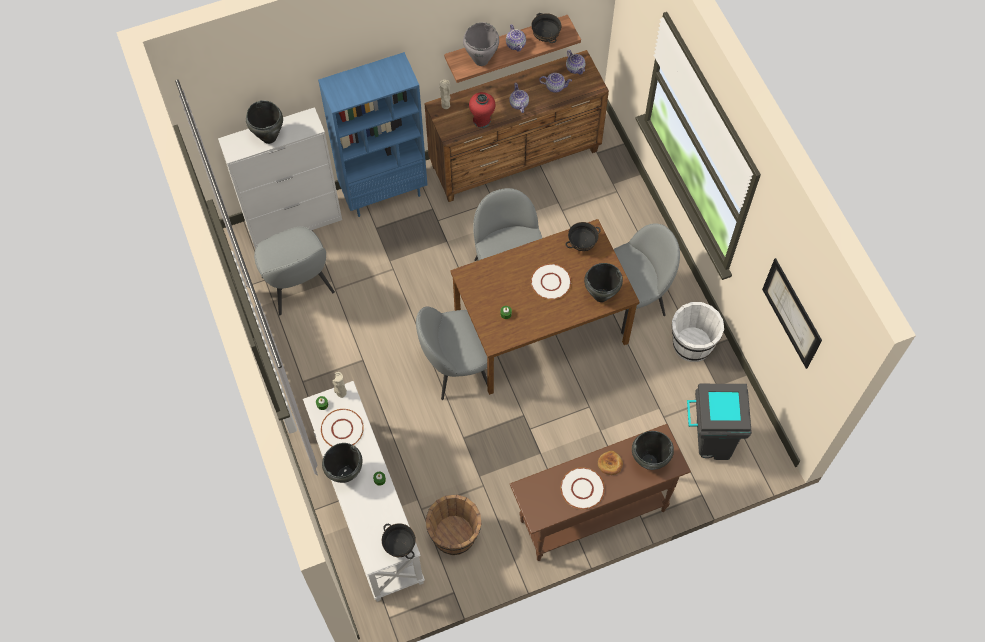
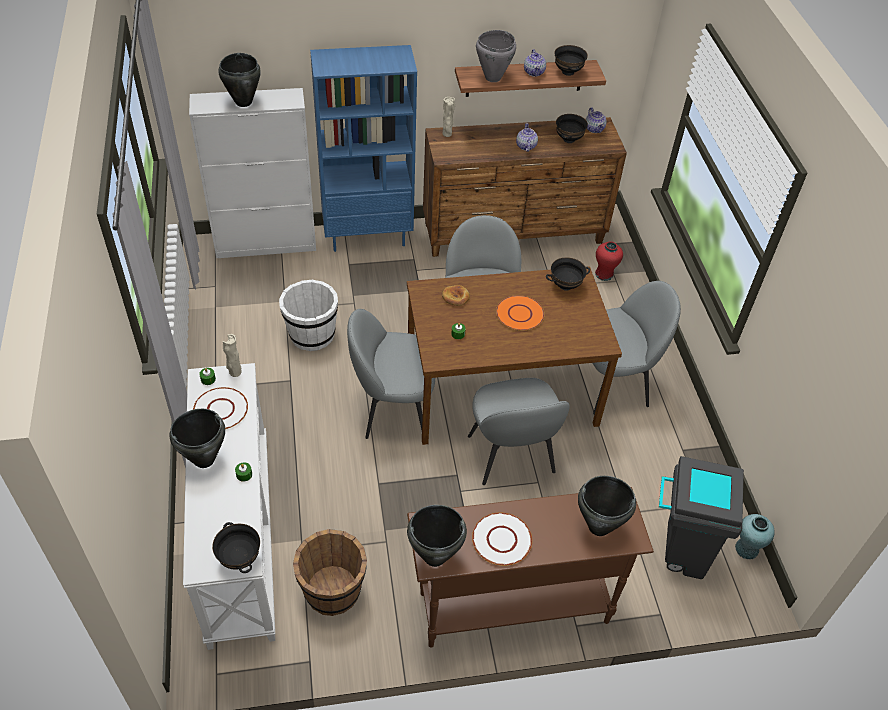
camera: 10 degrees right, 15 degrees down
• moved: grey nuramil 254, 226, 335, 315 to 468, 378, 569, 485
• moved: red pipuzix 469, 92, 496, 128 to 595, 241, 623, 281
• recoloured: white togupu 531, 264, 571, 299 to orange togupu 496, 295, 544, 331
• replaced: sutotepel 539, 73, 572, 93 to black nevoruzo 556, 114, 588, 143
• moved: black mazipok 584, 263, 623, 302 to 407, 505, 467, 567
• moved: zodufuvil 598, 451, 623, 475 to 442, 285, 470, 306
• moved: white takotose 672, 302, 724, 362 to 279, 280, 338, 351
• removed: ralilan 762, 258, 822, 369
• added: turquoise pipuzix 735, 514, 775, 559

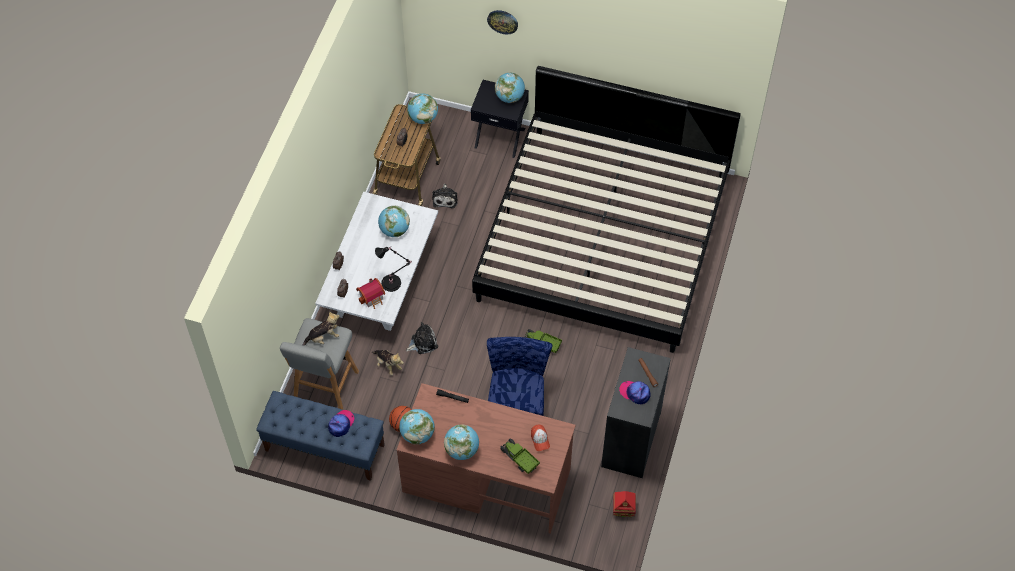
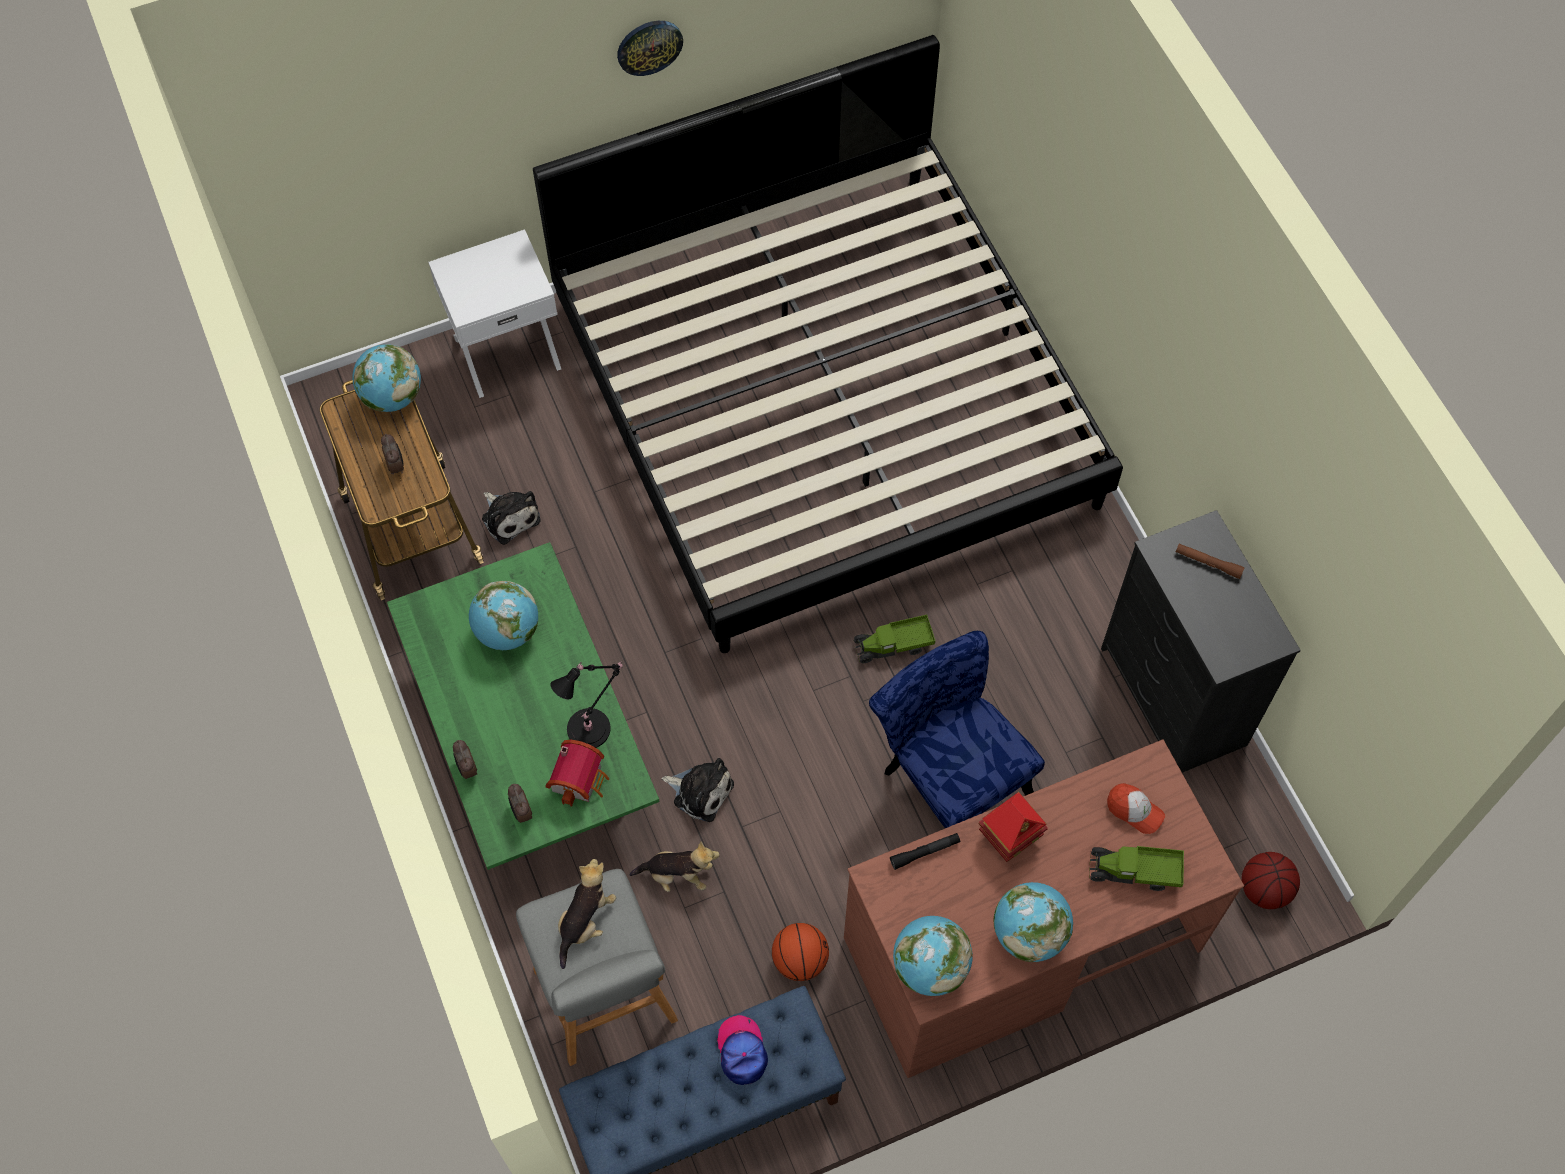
camera: 40 degrees left, 5 degrees up
• recoloured: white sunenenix 315, 192, 438, 331 to green sunenenix 387, 542, 660, 870
• turned: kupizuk 406, 322, 438, 354 = 661, 758, 734, 822 90 degrees clockwise
• recoloured: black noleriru 471, 80, 529, 158 to white noleriru 428, 229, 561, 398
• moved: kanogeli 487, 10, 518, 34 to 617, 21, 683, 76
• removed: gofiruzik 495, 73, 525, 103
• moved: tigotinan 613, 491, 636, 517 to 979, 792, 1048, 862
• removed: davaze 619, 381, 651, 405
• added: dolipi 1241, 852, 1300, 909

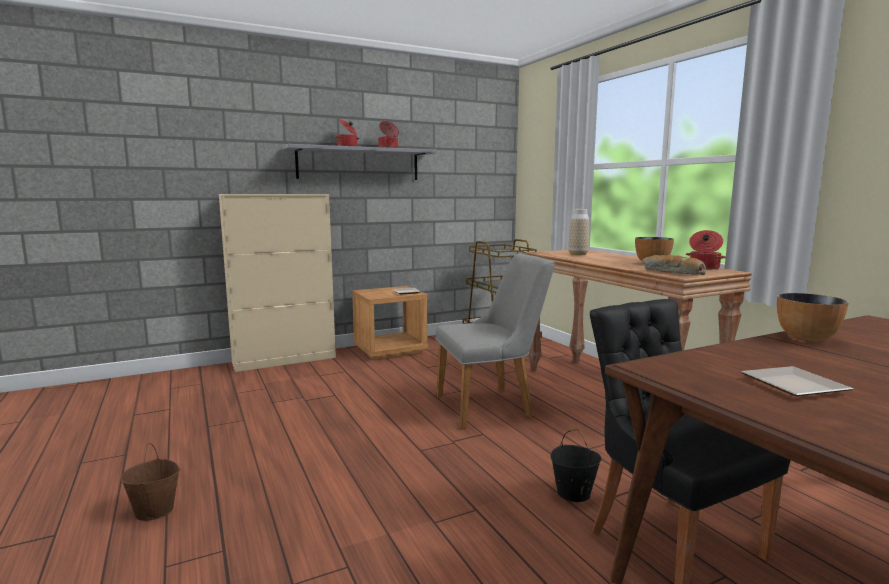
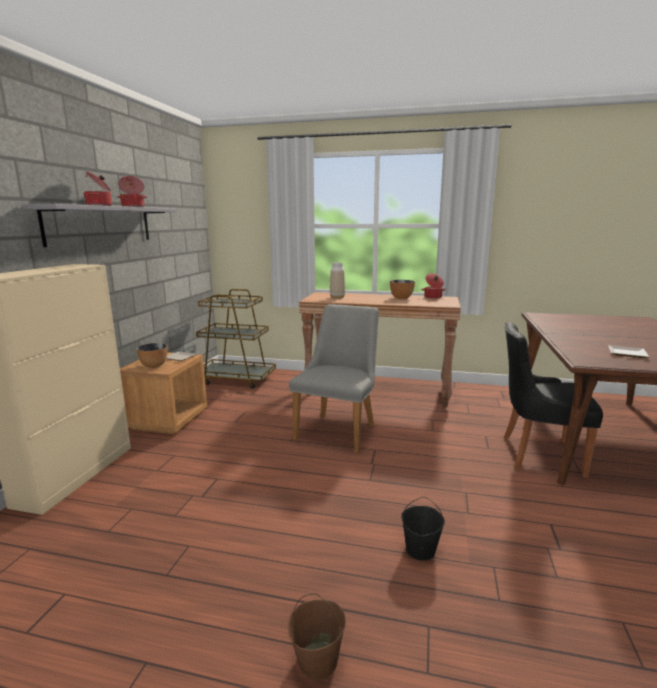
camera: 50 degrees left, 5 degrees up
• moved: black takotose 550, 429, 601, 502 to 401, 497, 445, 561
• removed: zodufuvil 642, 255, 706, 275
• moved: nevoruzo 777, 293, 849, 341 to 136, 343, 168, 368

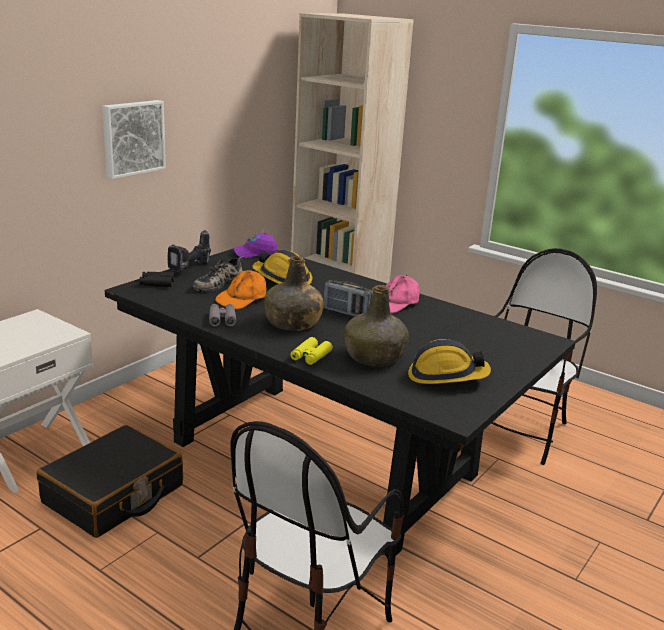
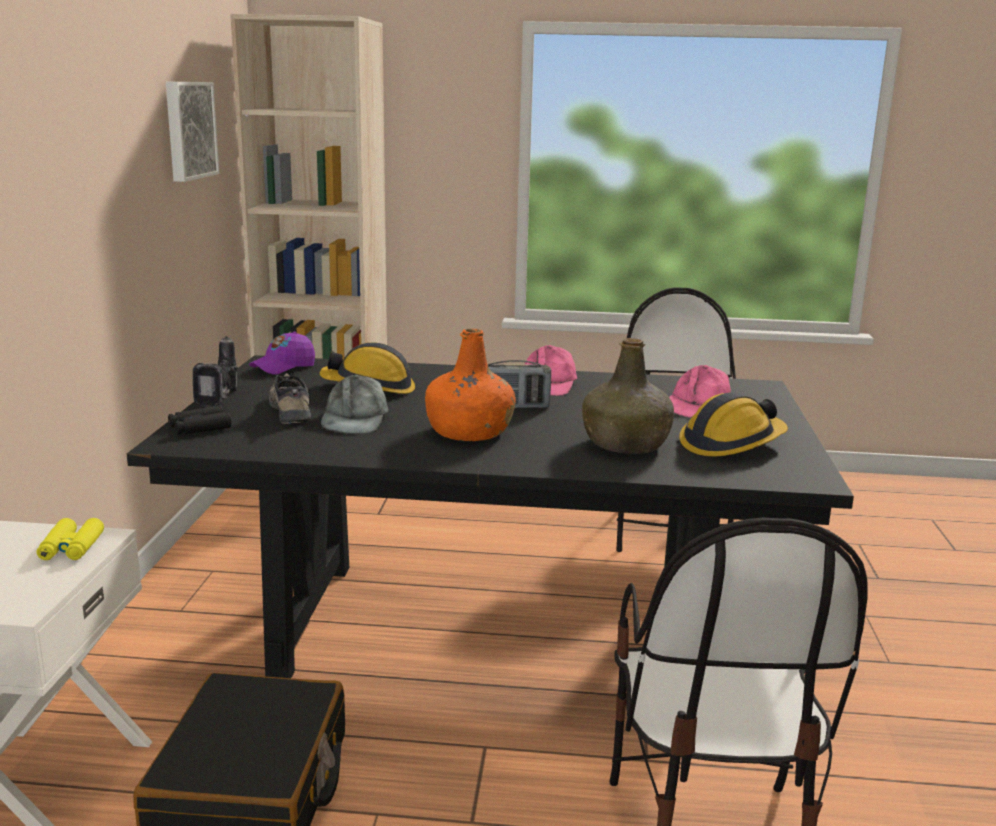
camera: 30 degrees left, 5 degrees down
• moved: ralilan 102, 100, 166, 179 to 166, 81, 220, 182
• turned: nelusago 193, 256, 245, 292 = 269, 373, 311, 424 150 degrees clockwise
• removed: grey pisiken 209, 304, 236, 327
• recoloured: orange davaze 215, 270, 267, 309 to grey davaze 321, 375, 389, 434
• recoloured: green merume 264, 256, 324, 331 to orange merume 425, 329, 516, 441
• moved: yellow pisiken 290, 337, 333, 365 to 36, 518, 104, 560
• added: pink davaze 669, 365, 731, 418

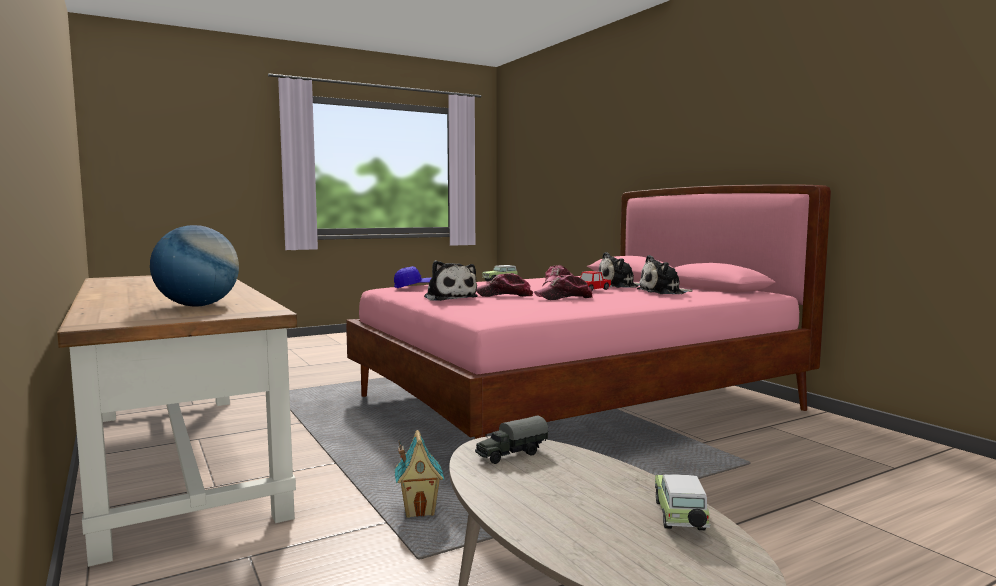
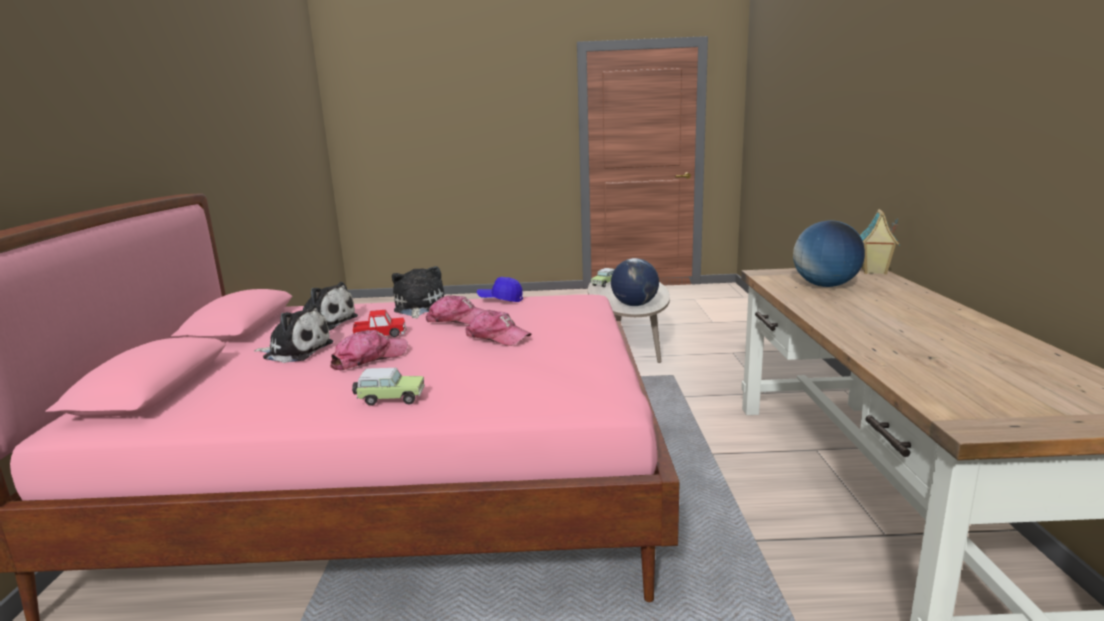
camera: 150 degrees left, 10 degrees up
• moved: blue davaze 394, 266, 432, 288 to 477, 277, 523, 302
• moved: tigotinan 395, 430, 444, 518 to 860, 209, 900, 275
• moved: kupizuk 424, 261, 478, 301 to 392, 266, 444, 319
• replaced: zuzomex 475, 415, 549, 464 to gofiruzik 611, 258, 659, 306

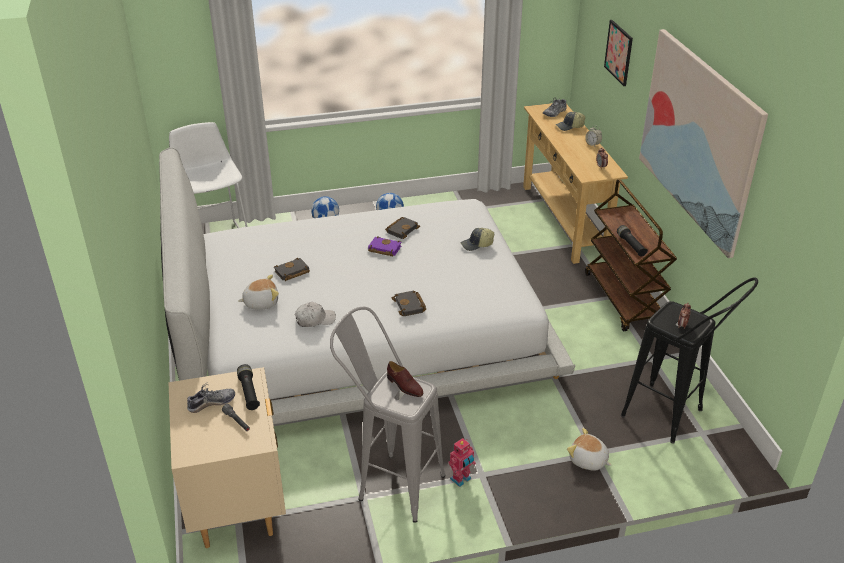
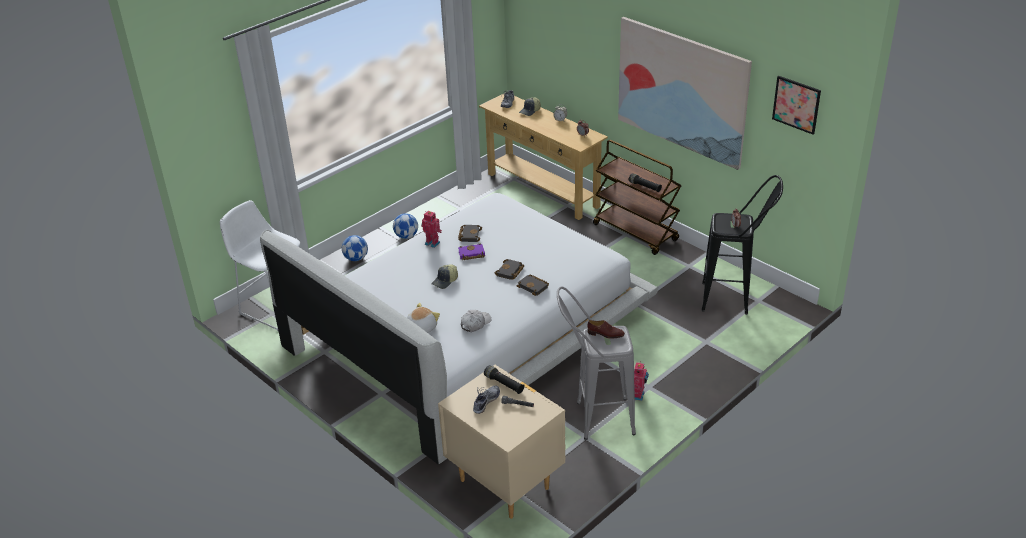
camera: 30 degrees left, 0 degrees up
• moved: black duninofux 274, 258, 310, 281 to 495, 259, 524, 280
• moved: davaze 460, 228, 494, 251 to 431, 264, 458, 289
• removed: kupizuk 567, 428, 611, 471
• moved: ralilan 604, 20, 633, 86 to 772, 76, 821, 135
• added: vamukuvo 421, 211, 442, 248

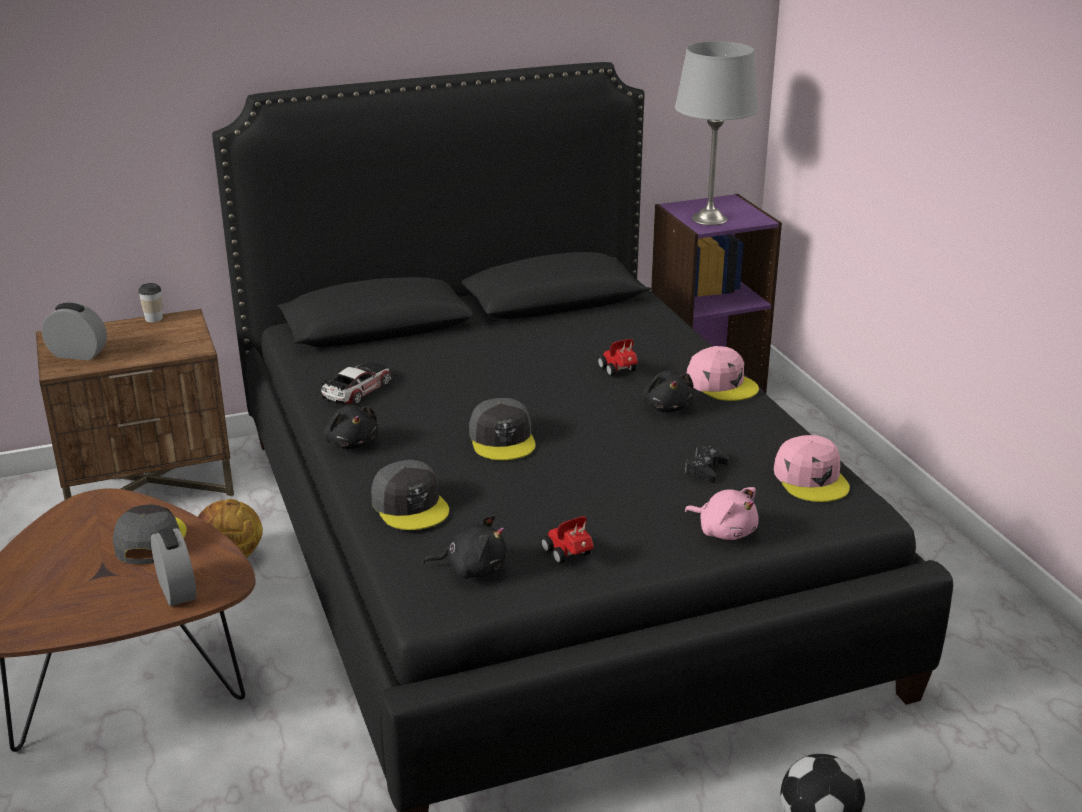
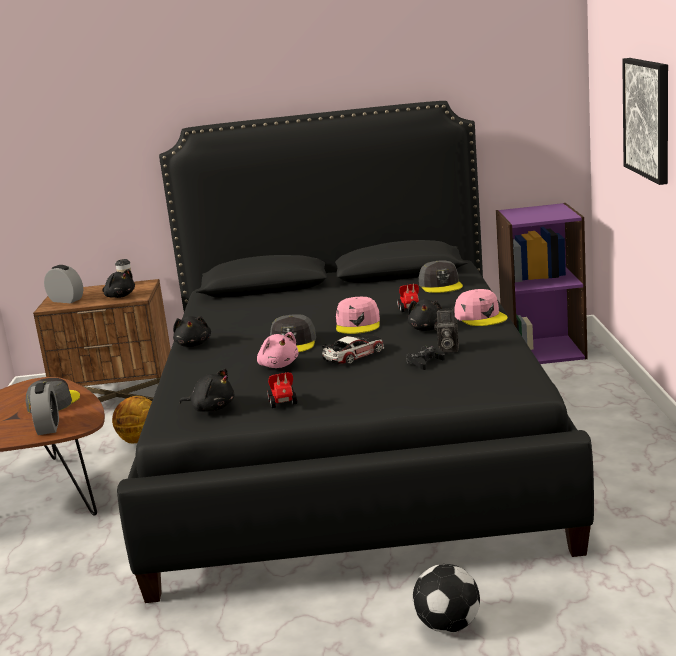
camera: 20 degrees right, 10 degrees down
• moved: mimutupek 321, 362, 391, 406 to 322, 335, 385, 365
• moved: grey davaze 371, 460, 449, 530 to 419, 260, 463, 293
• removed: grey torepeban 675, 41, 759, 225
• moved: pink kupizuk 684, 487, 759, 540 to 257, 332, 299, 368
• moved: pink davaze 774, 435, 850, 502 to 336, 297, 380, 334
• added: black kupizuk 103, 269, 135, 298
• added: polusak 434, 308, 459, 353
• added: ralilan 622, 58, 668, 185

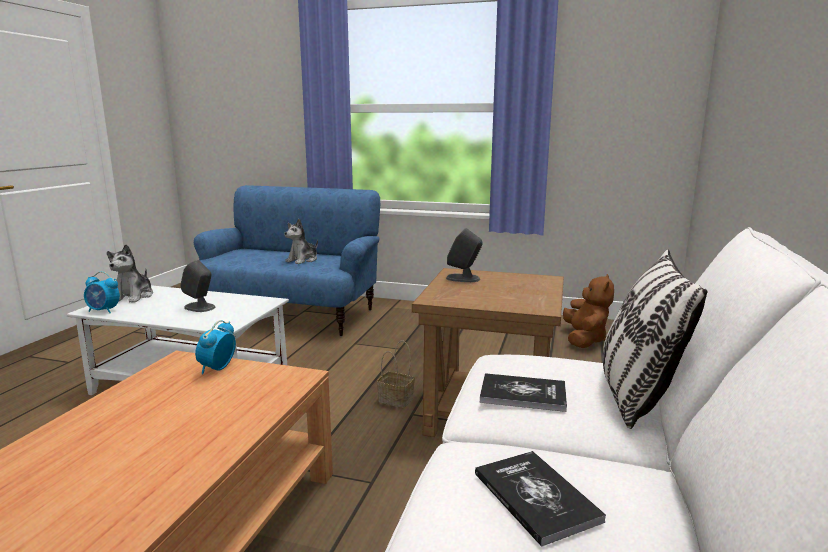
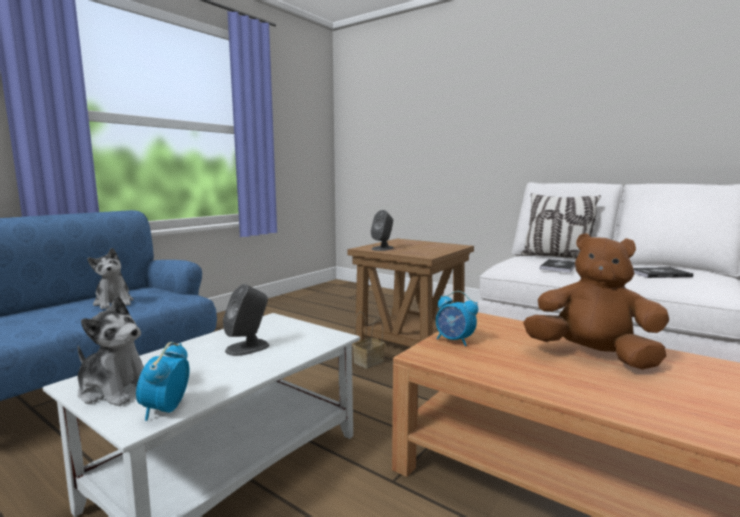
camera: 70 degrees left, 5 degrees down
• turned: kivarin 84, 271, 120, 313 = 136, 342, 190, 421 150 degrees clockwise
• moved: brown kupizuk 563, 274, 614, 348 to 523, 233, 669, 369

